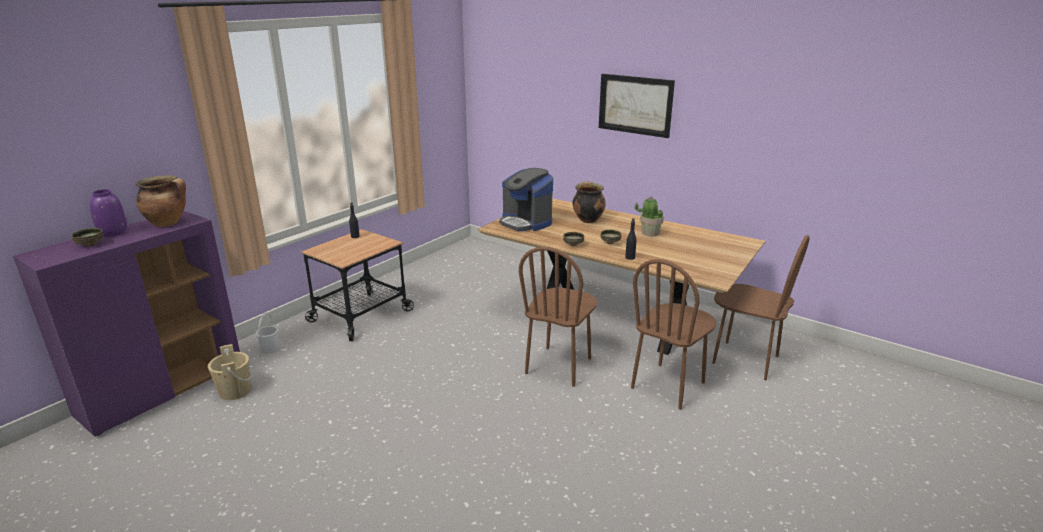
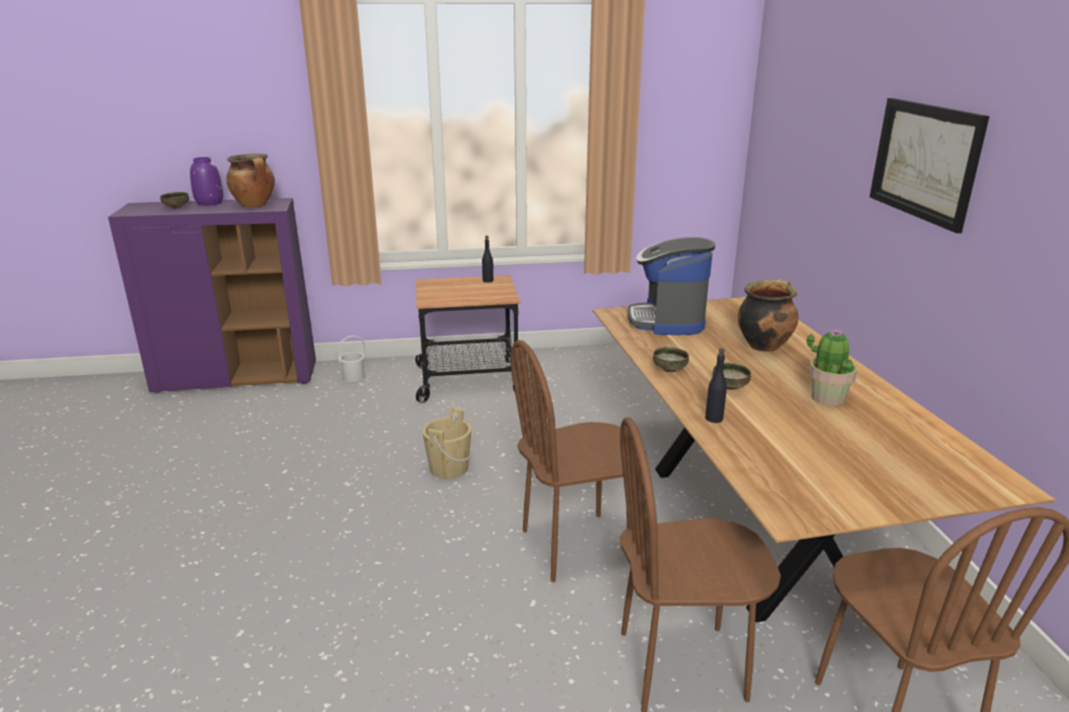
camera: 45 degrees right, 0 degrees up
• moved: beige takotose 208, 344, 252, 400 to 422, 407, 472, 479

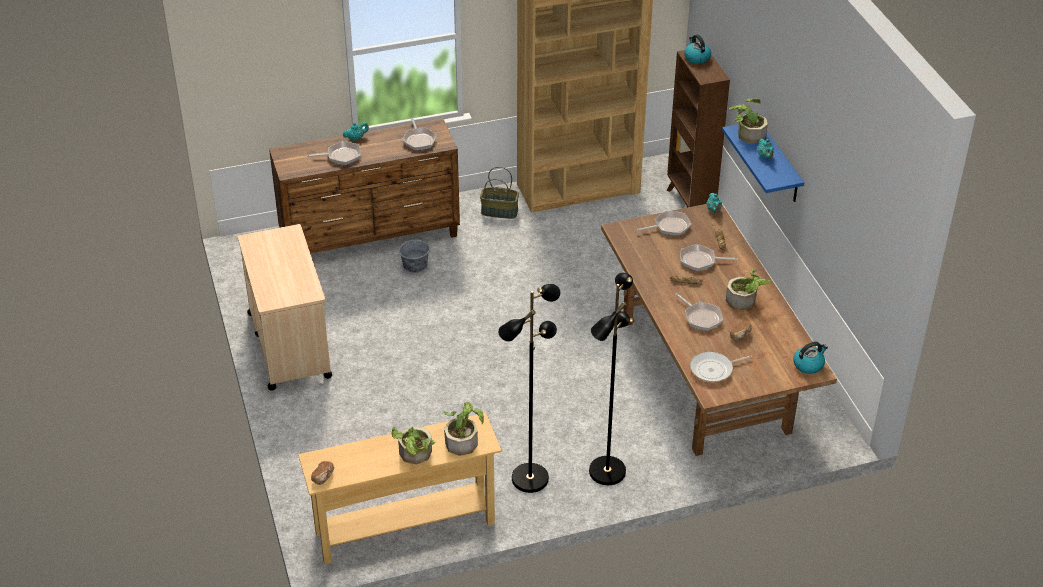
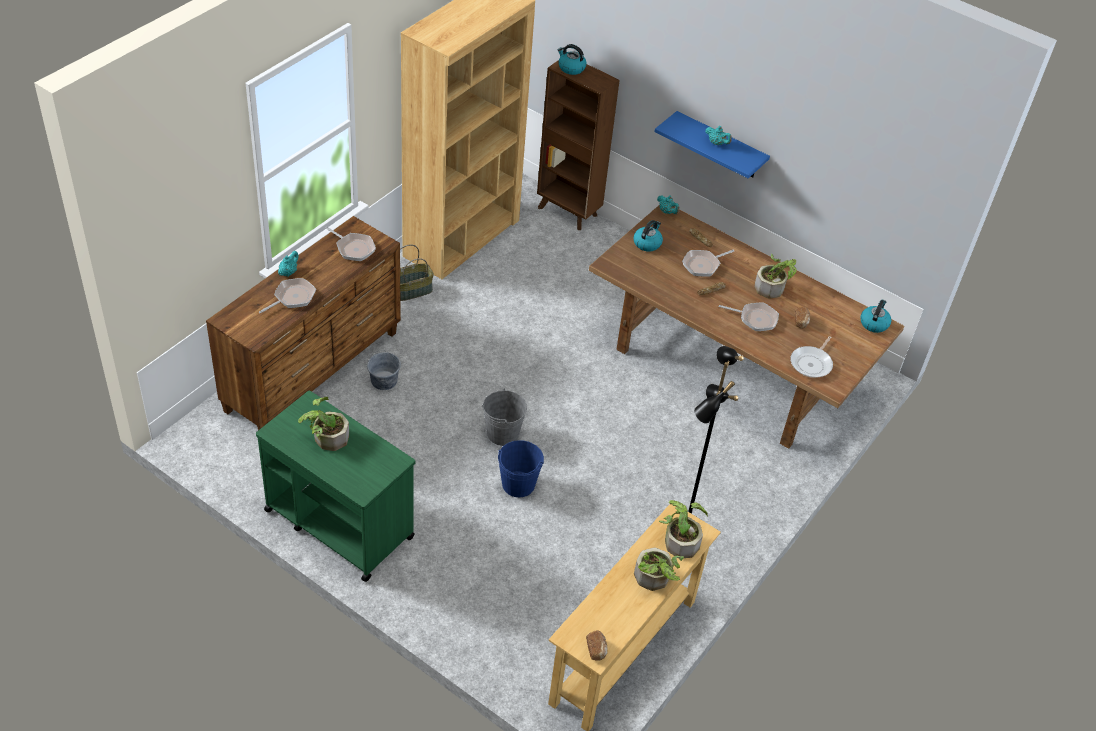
camera: 40 degrees left, 5 degrees up
• recoloured: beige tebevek 238, 224, 332, 391 to green tebevek 256, 391, 415, 582
• removed: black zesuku 589, 272, 635, 485
• replaced: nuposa 636, 211, 692, 236 to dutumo 634, 220, 663, 252
• moved: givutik 729, 98, 768, 144 to 298, 397, 349, 451
• added: grey takotose 482, 388, 527, 446
• added: blue takotose 498, 440, 544, 497

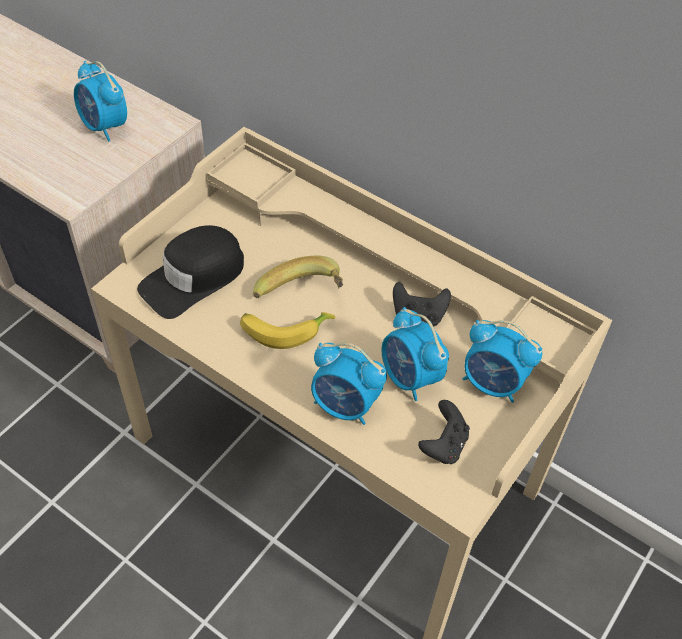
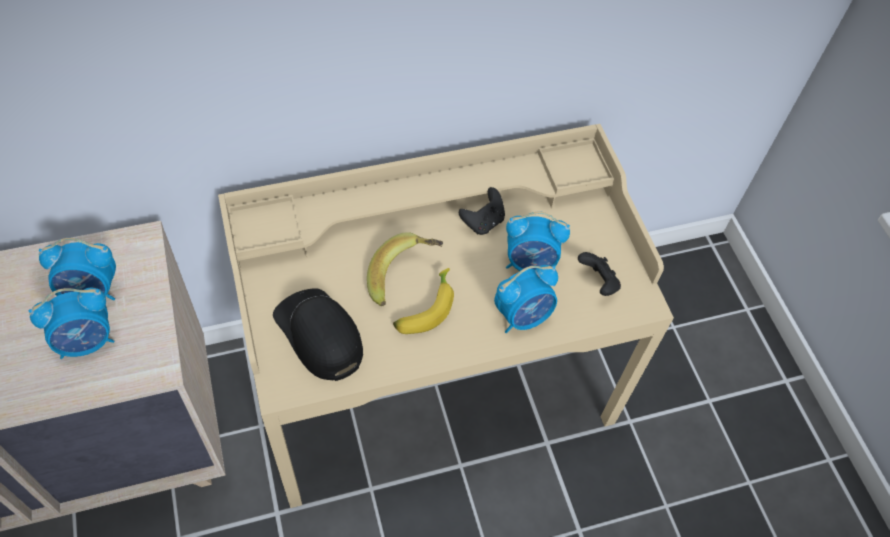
camera: 55 degrees left, 5 degrees up
• turned: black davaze 137, 225, 244, 319 = 273, 288, 363, 381 150 degrees clockwise
• moved: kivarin 462, 320, 542, 403 to 29, 288, 115, 359

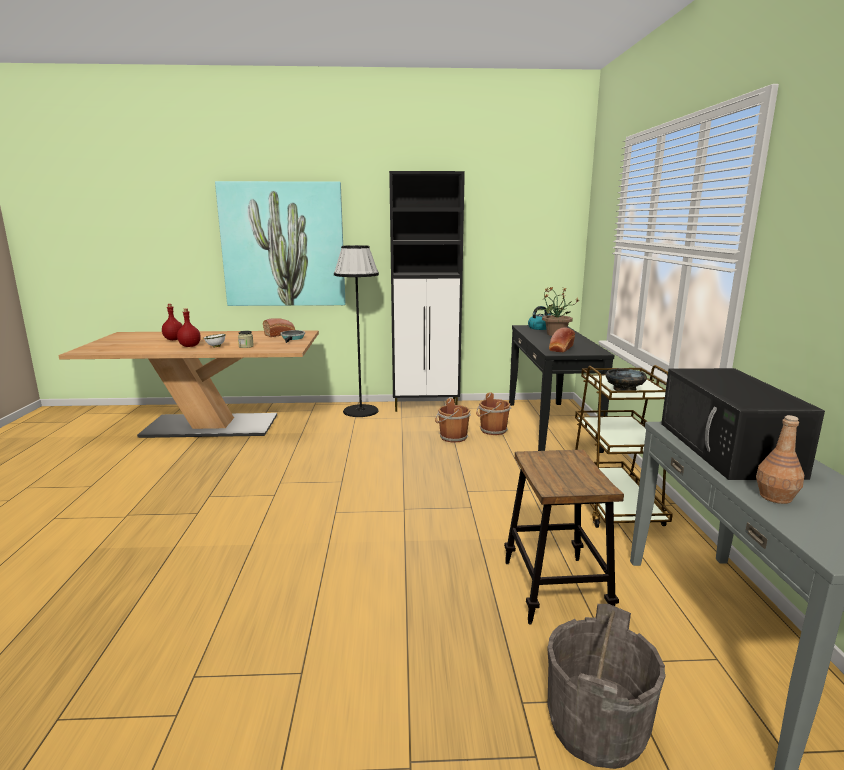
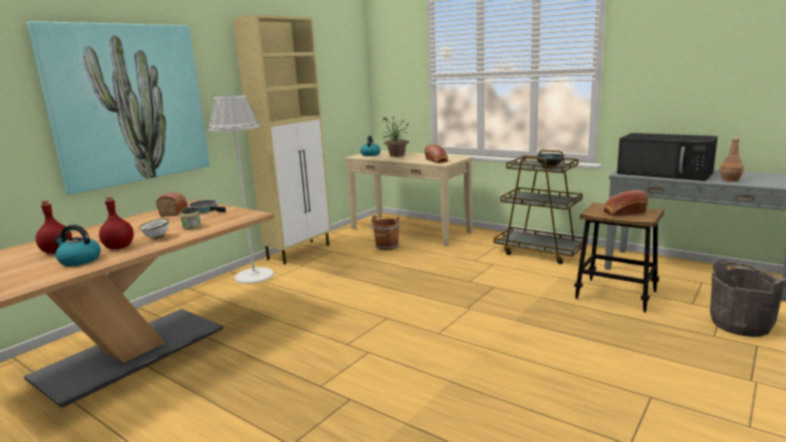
camera: 50 degrees left, 0 degrees up
• recoloured: black zesuku 334, 245, 379, 417 to white zesuku 208, 95, 274, 284
• recoloured: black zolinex 389, 171, 465, 412 to beige zolinex 233, 15, 331, 264
• removed: brown takotose 435, 398, 471, 443
• recoloured: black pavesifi 509, 325, 614, 453 to beige pavesifi 345, 150, 473, 246
• added: dutumo 54, 225, 101, 266
• added: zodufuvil 604, 190, 648, 216

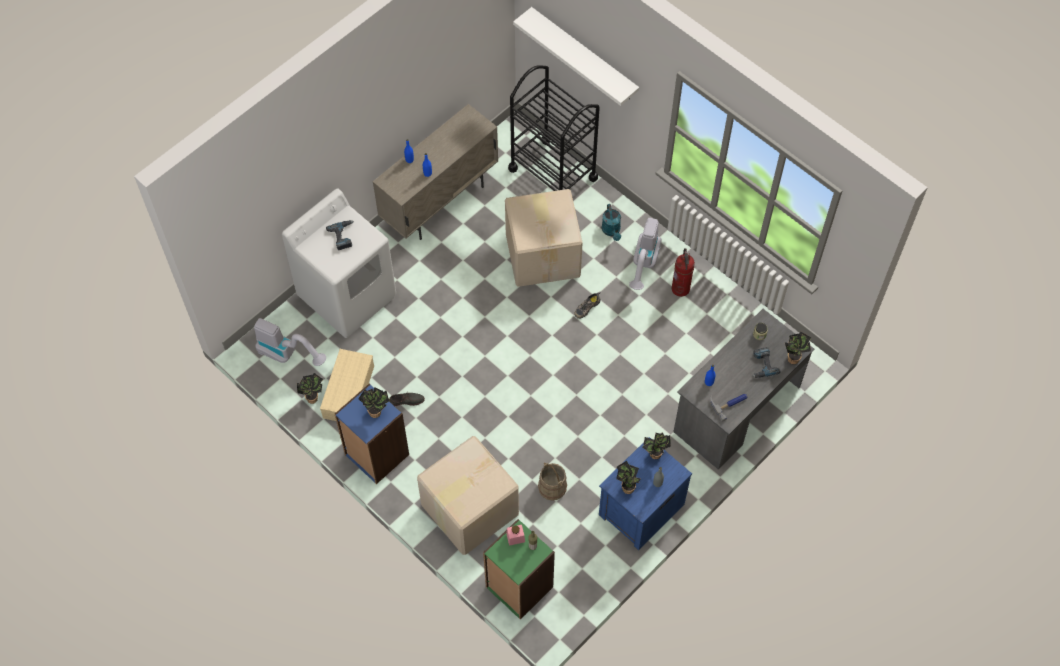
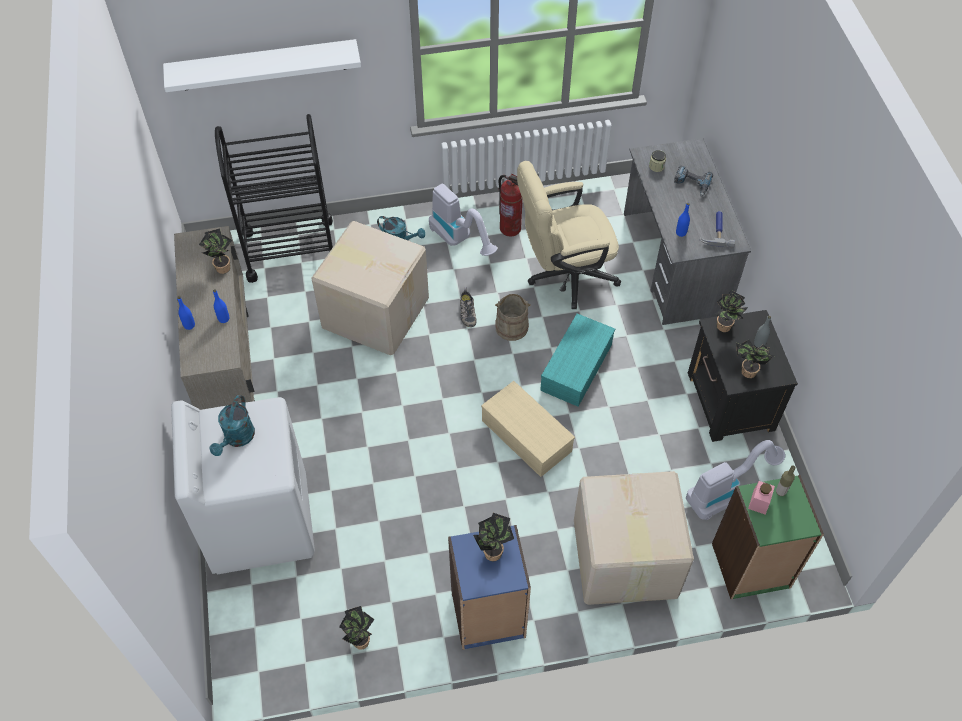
camera: 55 degrees left, 5 degrees down
• moved: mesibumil 254, 318, 326, 366 to 686, 440, 785, 520
• moved: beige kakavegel 320, 349, 374, 421 to 481, 381, 575, 477
• replaced: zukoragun 326, 220, 354, 250 to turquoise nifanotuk 209, 395, 255, 456
• removed: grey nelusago 389, 393, 425, 406
• moved: beige takotose 538, 462, 567, 501 to 495, 294, 531, 341
• recoloured: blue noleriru 599, 437, 692, 550 to black noleriru 688, 310, 798, 442
• moved: givutik 785, 331, 811, 364 to 199, 228, 232, 274
• added: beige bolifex 517, 161, 621, 309
• added: turquoise kakavegel 540, 313, 615, 407

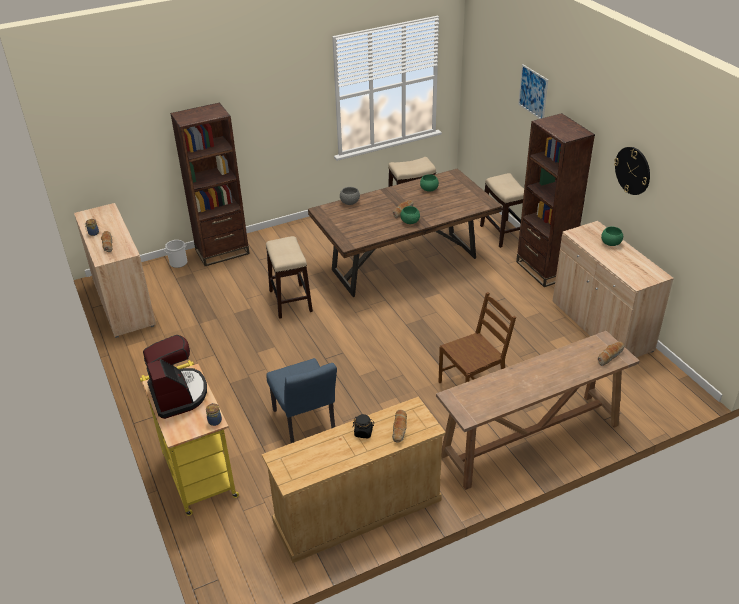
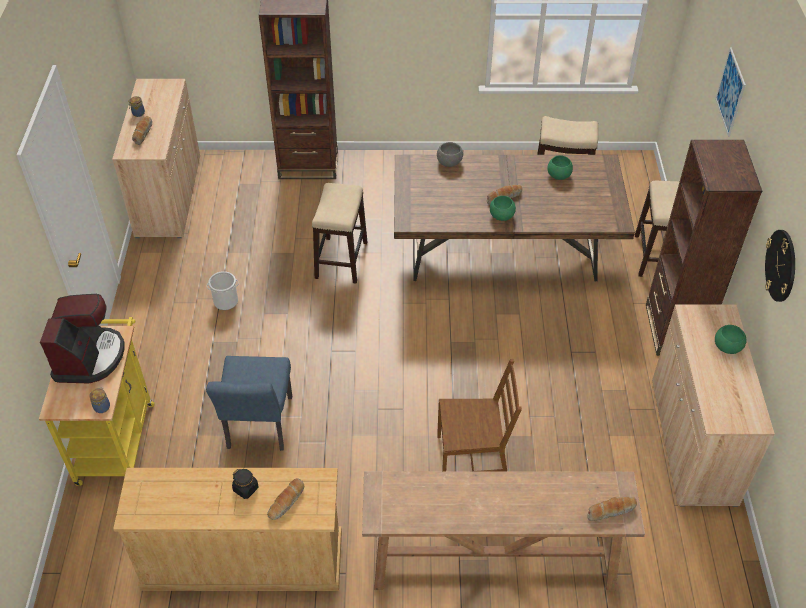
camera: 25 degrees right, 10 degrees up
• moved: takotose 165, 240, 187, 268 to 207, 271, 239, 310

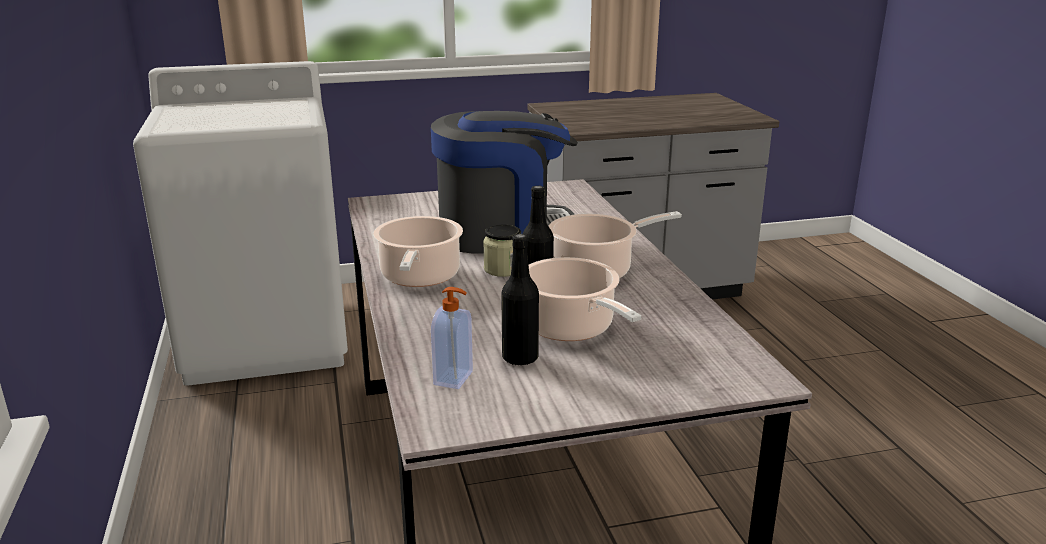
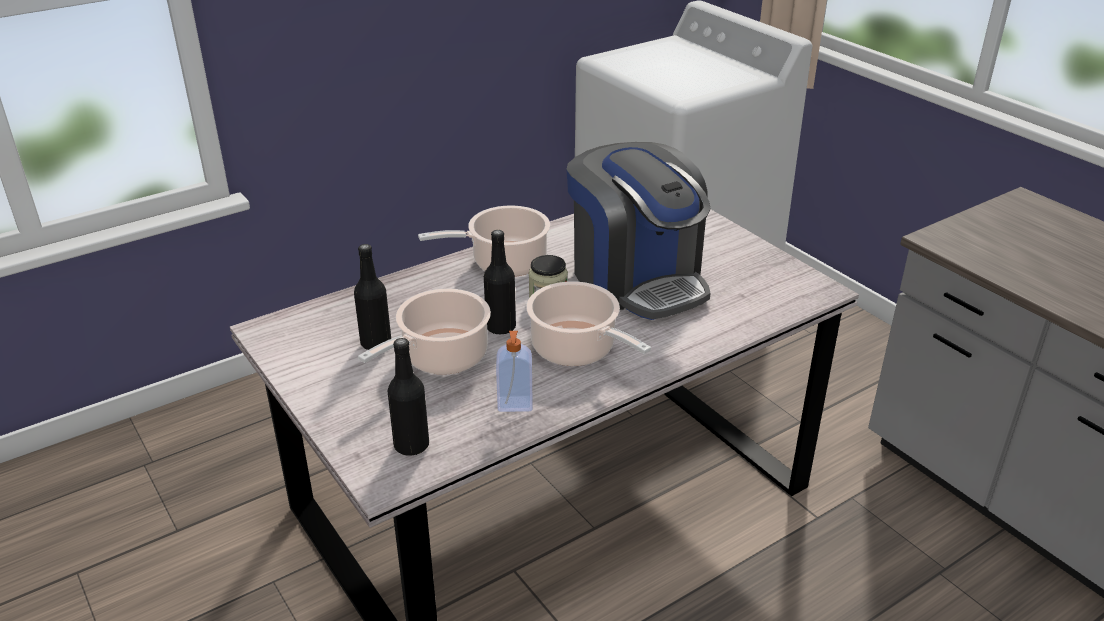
camera: 70 degrees right, 10 degrees up
• moved: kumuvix 431, 287, 473, 389 to 496, 331, 533, 412
• added: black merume 387, 338, 429, 456

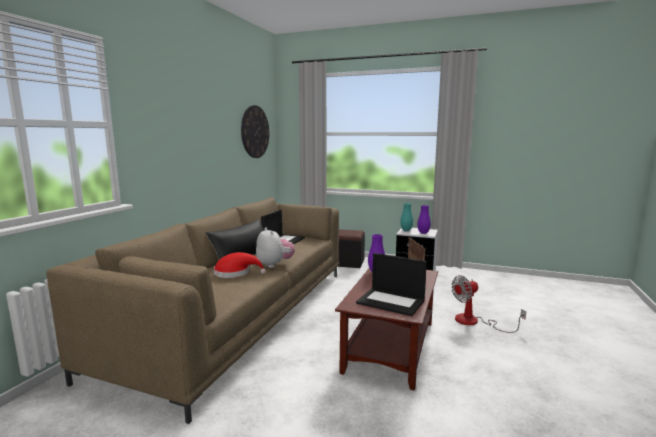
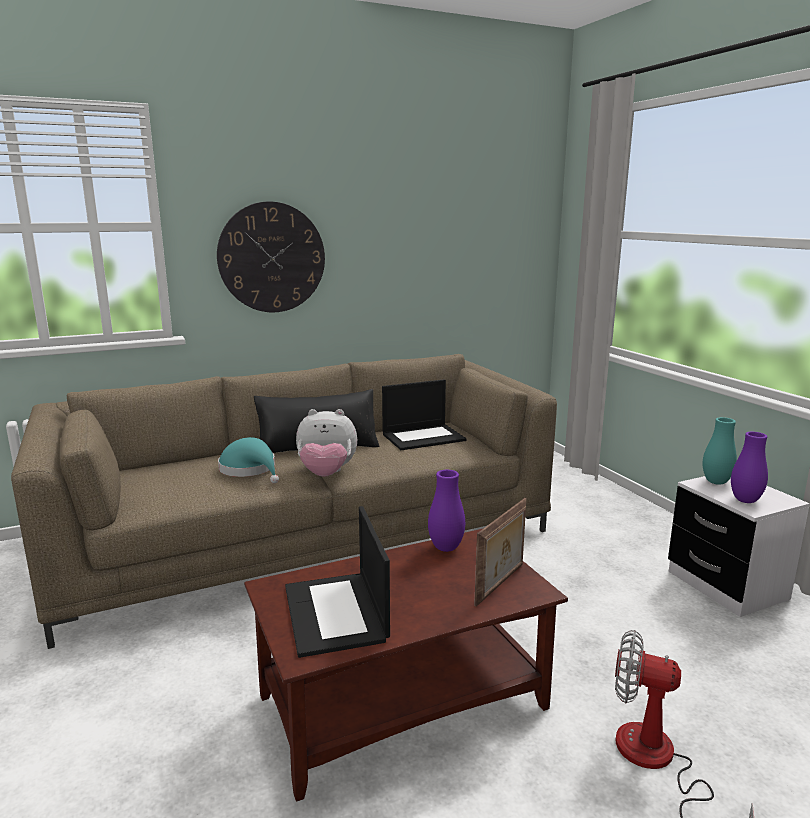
camera: 45 degrees right, 5 degrees up
• recoloured: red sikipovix 214, 252, 266, 278 to turquoise sikipovix 218, 437, 279, 483
• moved: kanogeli 241, 105, 269, 158 to 217, 202, 325, 313
• turned: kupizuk 256, 227, 295, 268 = 296, 409, 357, 477 75 degrees clockwise
• removed: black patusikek 338, 229, 365, 268

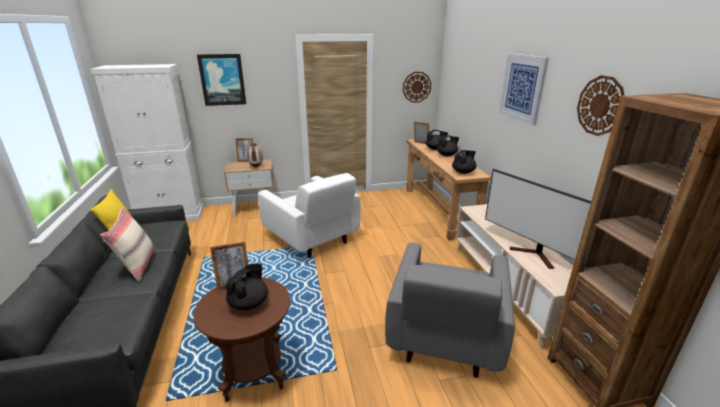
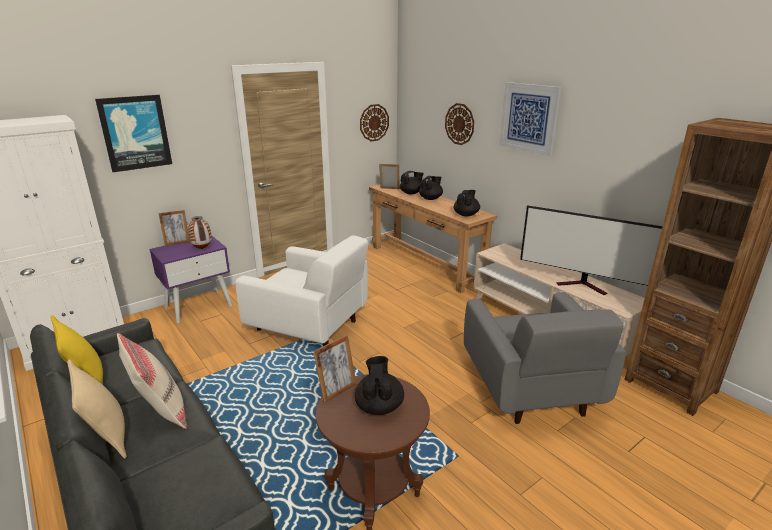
camera: 25 degrees left, 0 degrees up
• recoloured: beige noleriru 224, 159, 274, 217 to purple noleriru 150, 236, 233, 323
• moved: kanogeli 577, 75, 624, 136 to 445, 103, 474, 145
• added: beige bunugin 67, 359, 127, 459

